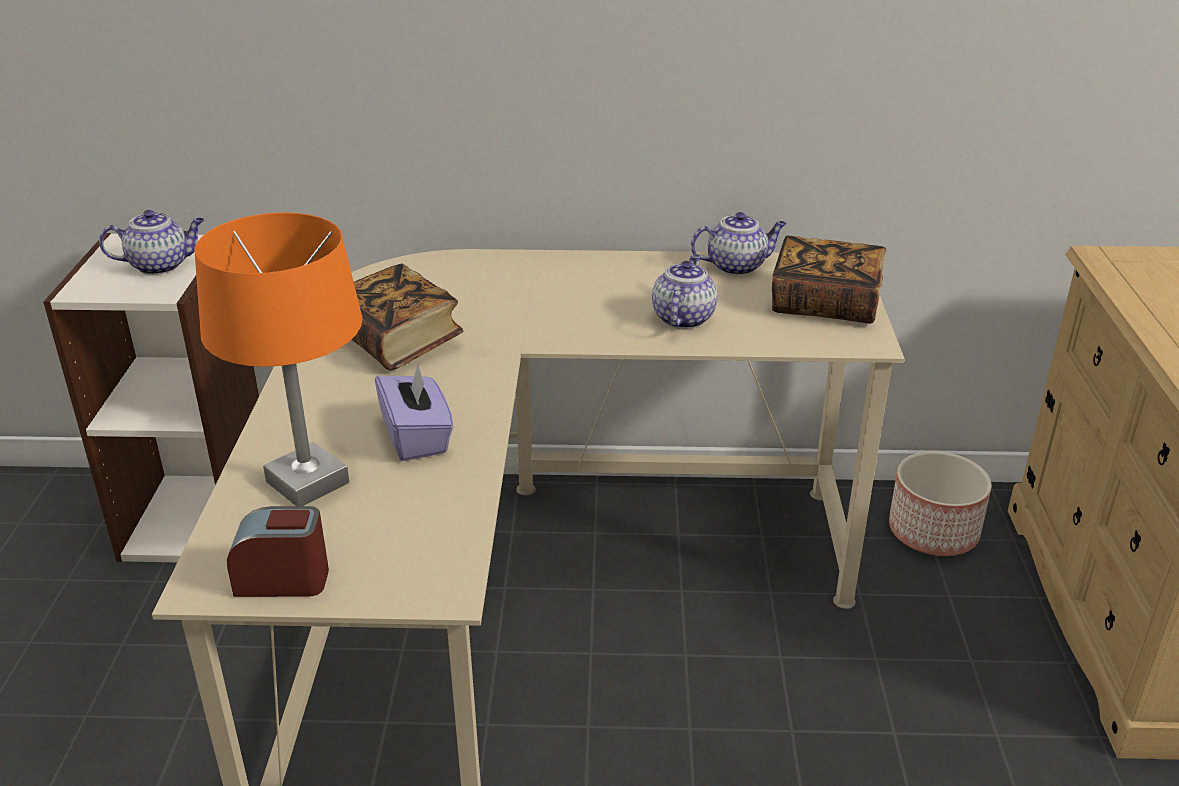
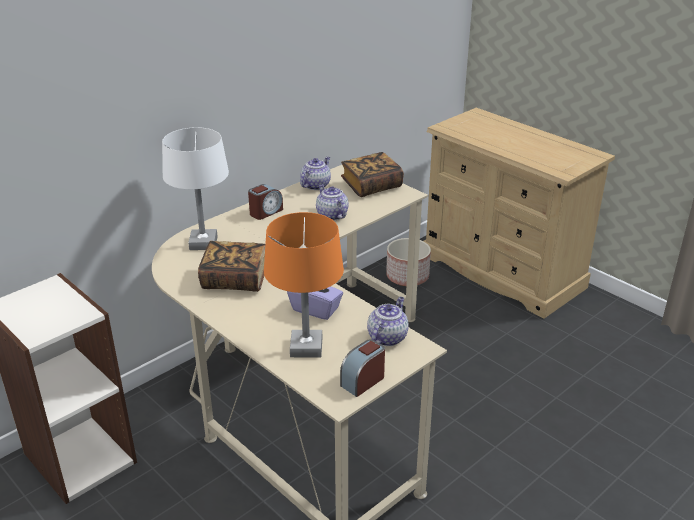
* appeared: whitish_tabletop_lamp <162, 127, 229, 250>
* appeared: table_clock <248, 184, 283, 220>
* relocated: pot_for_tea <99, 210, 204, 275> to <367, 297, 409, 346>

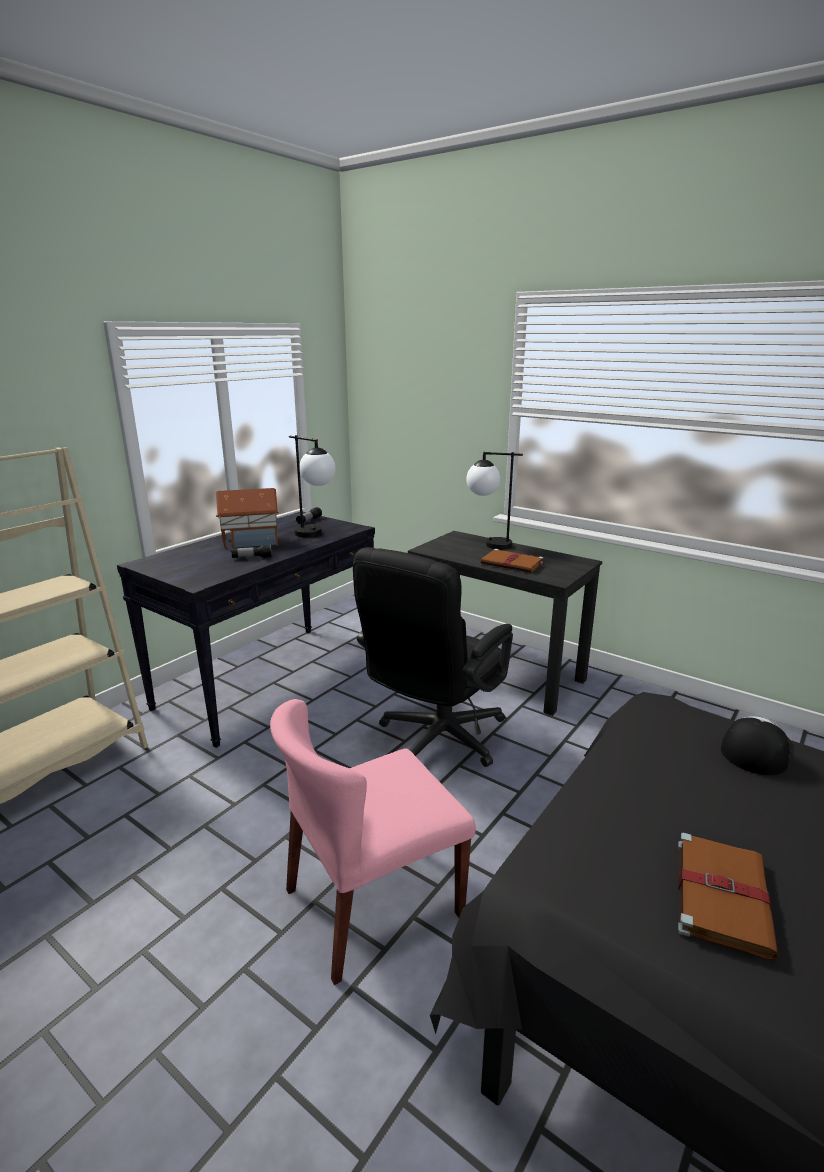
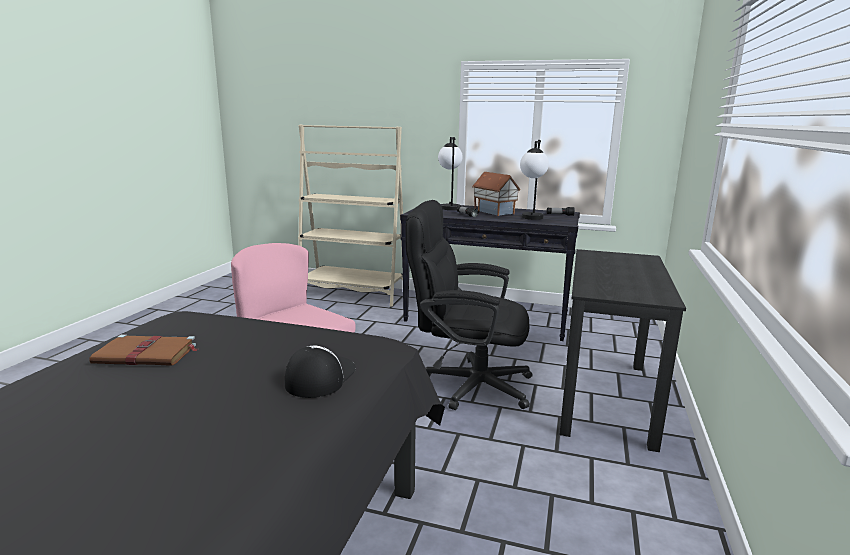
* missing: brownish_bound_book <481, 549, 544, 573>
* relocated: tabletop_lamp <466, 452, 523, 550> to <438, 137, 463, 210>
* spun: baseball_cap <721, 716, 792, 775> = <285, 346, 356, 398> 90 degrees counterclockwise

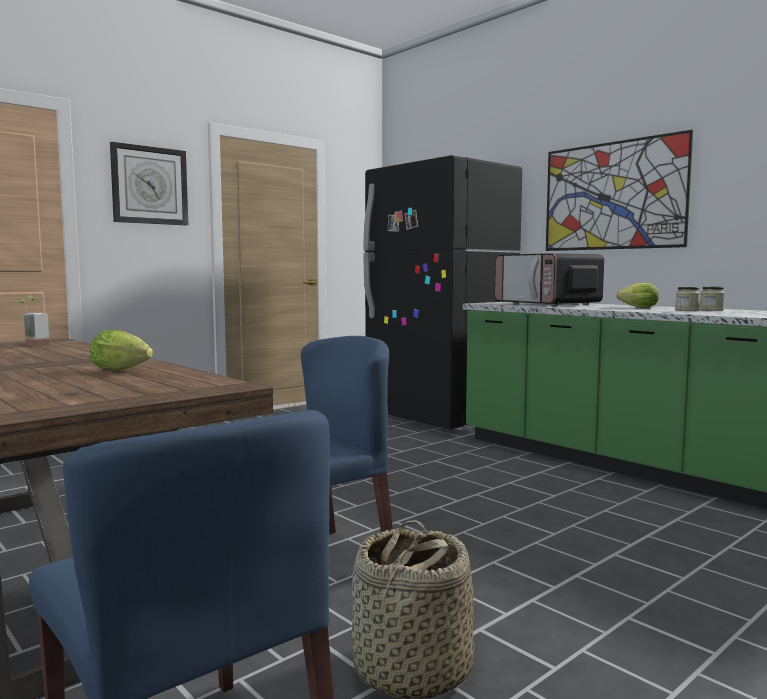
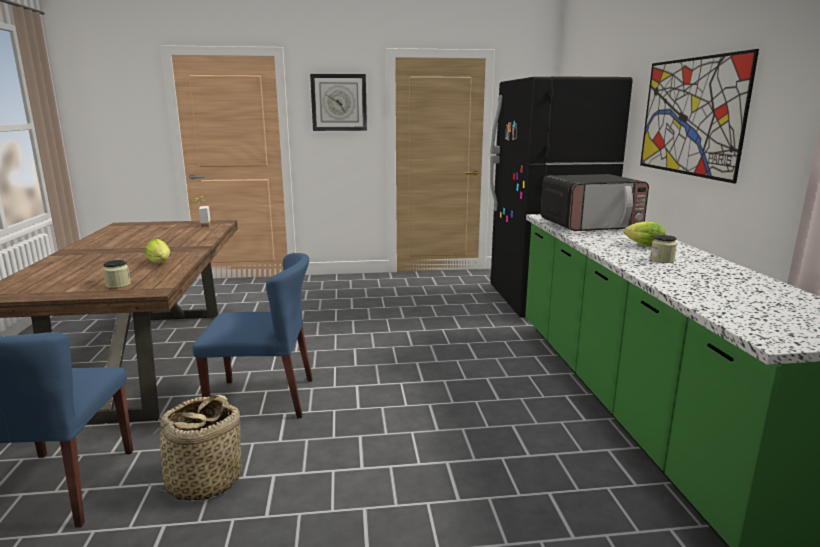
* relocated: jar <700, 287, 725, 311> to <103, 260, 131, 288>
* spun: microwave <494, 253, 604, 306> = <541, 174, 649, 231> 105 degrees counterclockwise

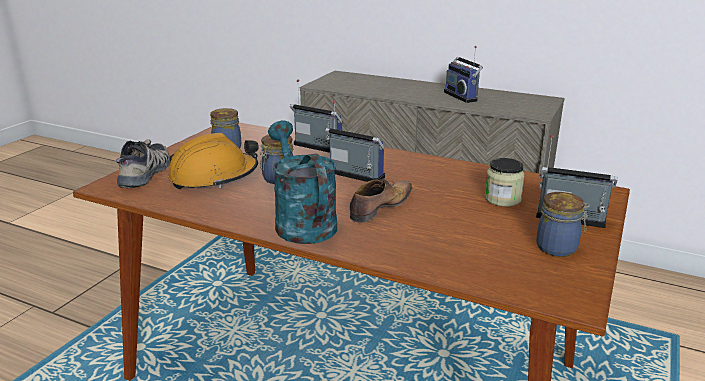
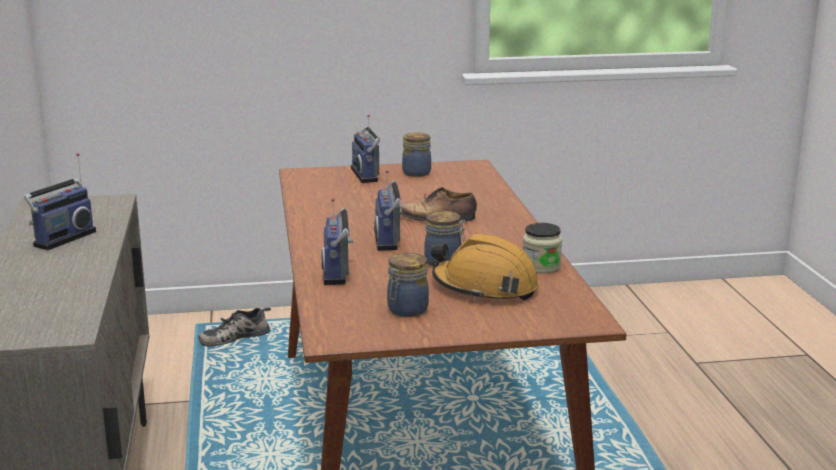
* missing: turquoise-coloured_sprinkling_can <268, 121, 337, 244>
* relocated: shoe <116, 139, 170, 188> to <198, 307, 271, 347>
* relocated: jar <484, 158, 525, 207> to <523, 223, 562, 274>

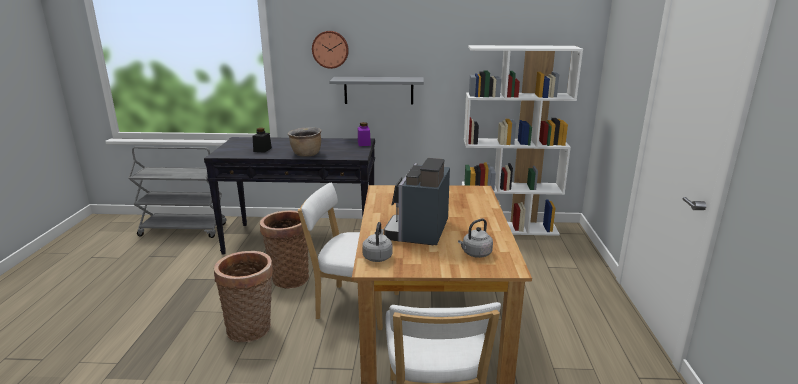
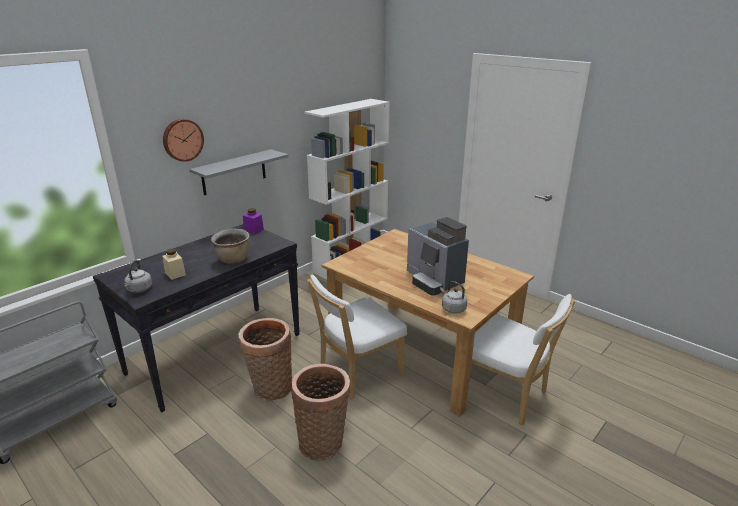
* relocated: grey_tea_kettle <458, 219, 493, 258> to <124, 260, 152, 293>
* colour: black_jar <252, 128, 272, 153> to beige_jar <162, 249, 186, 280>

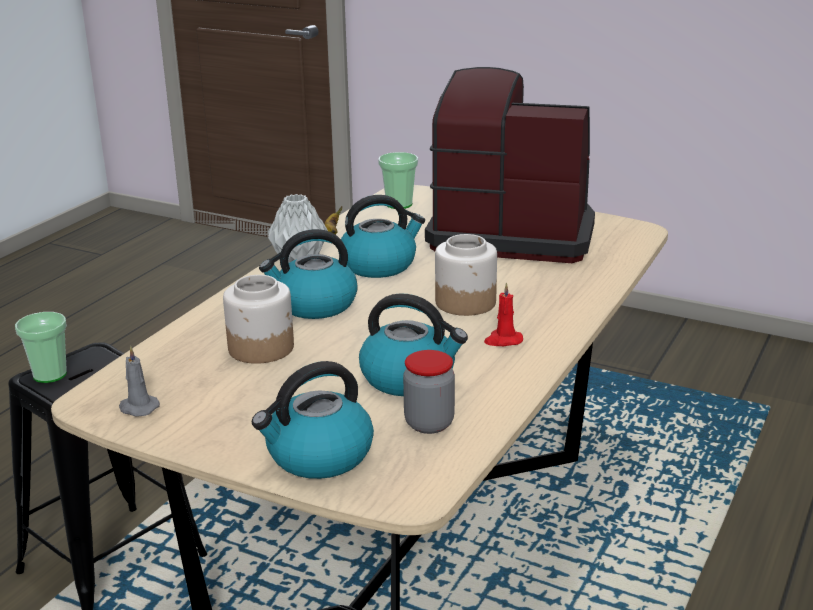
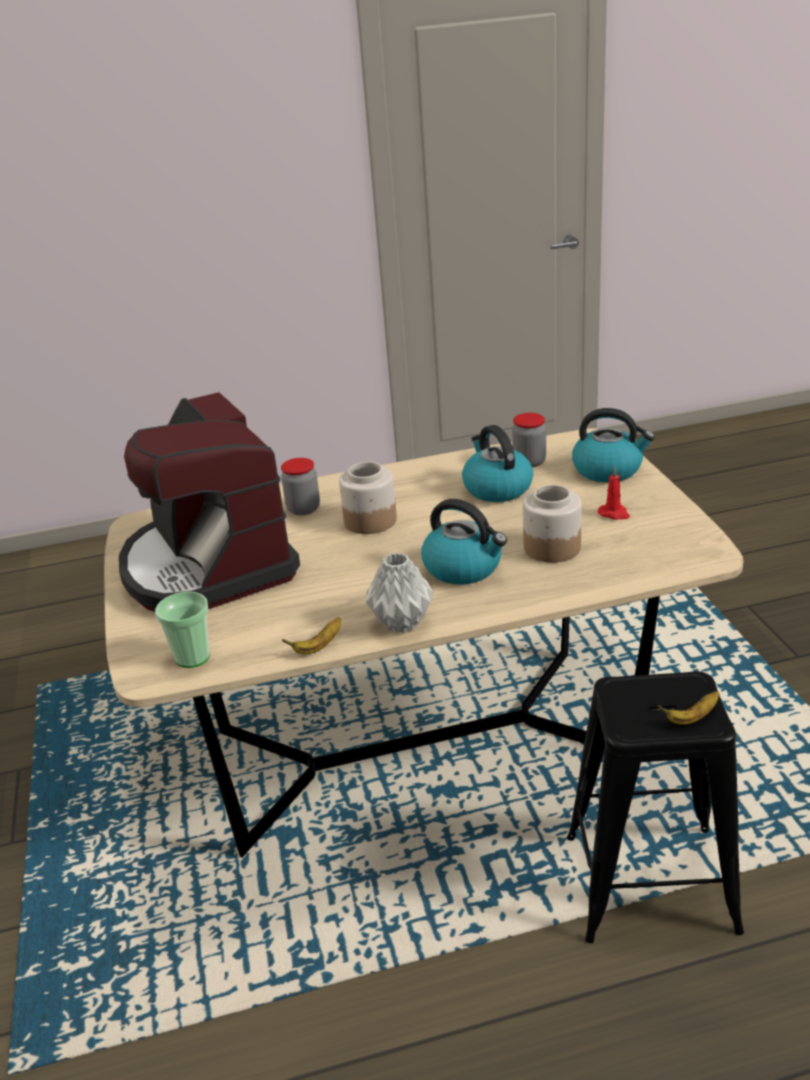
* missing: grey_candle <119, 346, 160, 417>
* missing: tea_kettle <338, 195, 425, 278>
* appeared: jar <281, 458, 320, 515>
* relocated: reddish_candle <484, 283, 523, 346> to <598, 467, 630, 520>
* exchanged: small_cup <15, 312, 67, 383> to banana_fruit <657, 691, 719, 725>

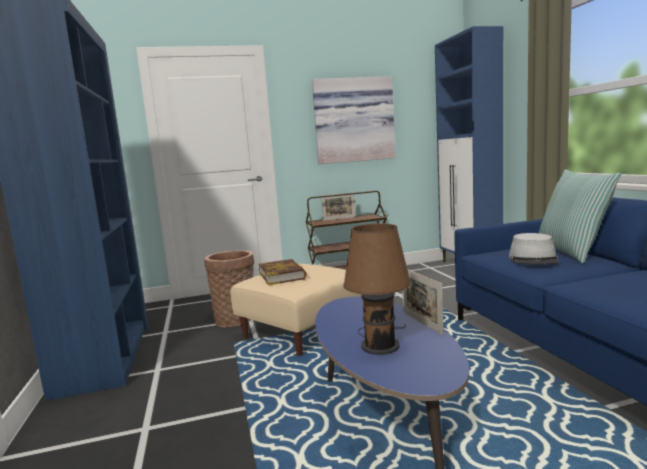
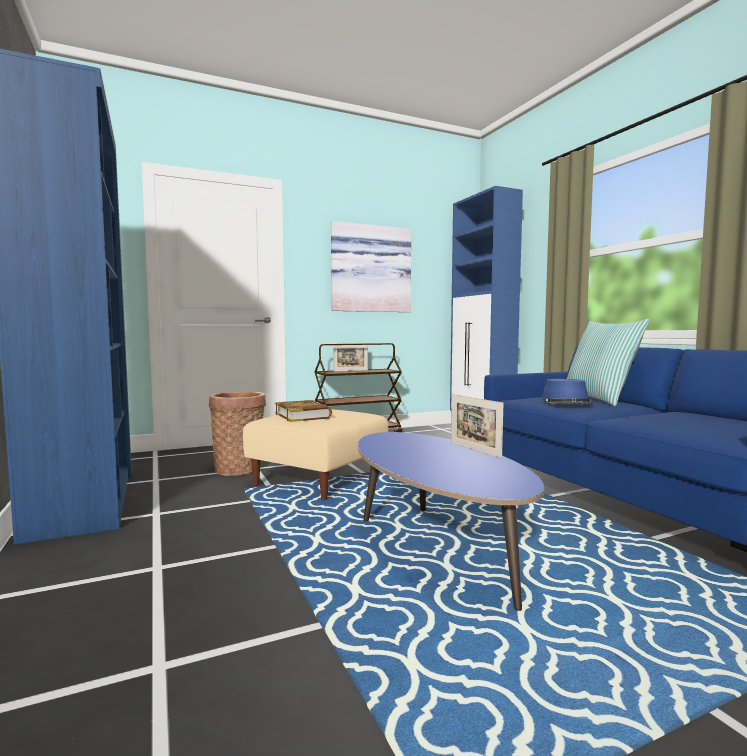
* missing: brownish_tabletop_lamp <343, 224, 411, 355>
* colour: grey_hat <509, 233, 559, 264> to blue-coloured_hat <542, 379, 593, 405>

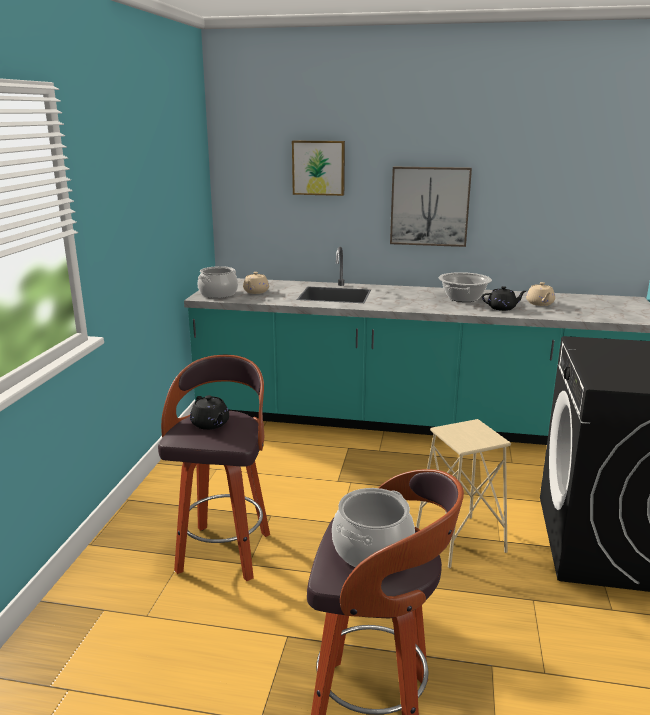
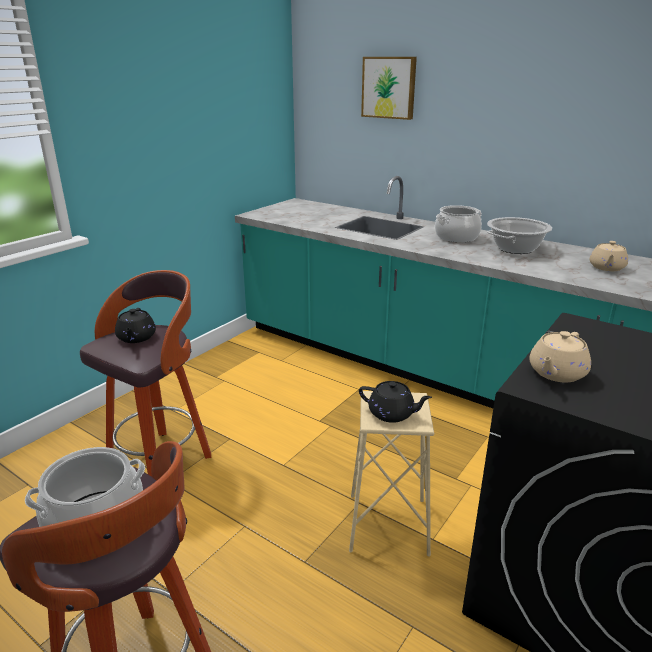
* missing: wall_art <390, 167, 472, 247>
* relocated: stockpot <198, 266, 238, 298> to <435, 205, 482, 242>
* relocated: beige_pot_for_tea <243, 272, 269, 294> to <529, 331, 591, 382>
* relocated: black_pot_for_tea <482, 286, 526, 311> to <359, 381, 432, 423>

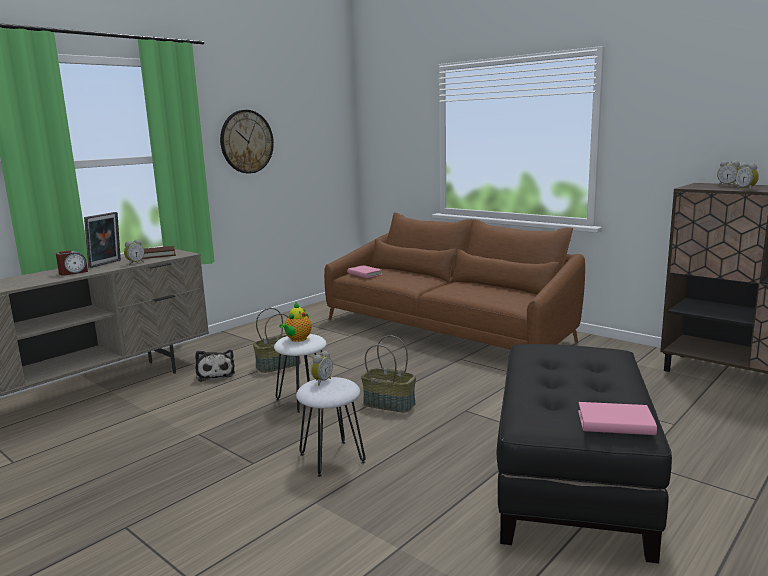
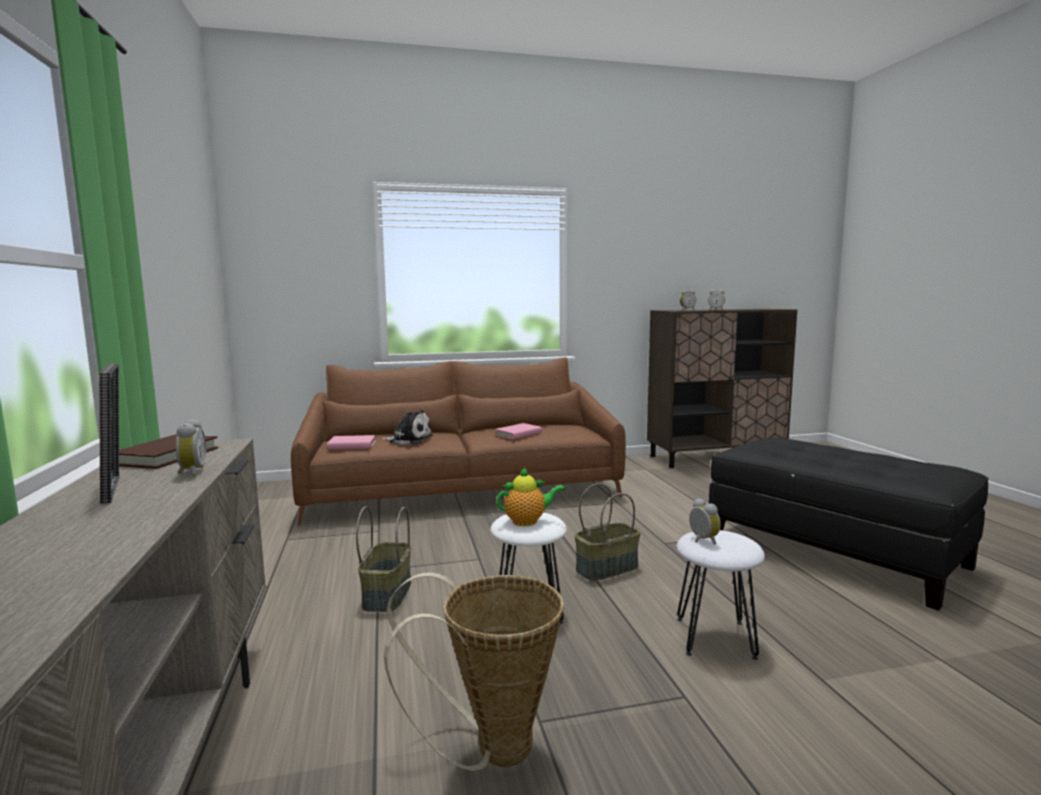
* missing: table_clock <56, 250, 88, 276>
* missing: hanging_clock <220, 110, 274, 173>
* appeared: basket <384, 572, 564, 771>
* relocated: plush_toy <195, 350, 235, 382> to <381, 410, 433, 445>
* relocated: pinkish_bound_book <578, 402, 657, 435> to <495, 423, 542, 439>
* spun: pot_for_tea <279, 303, 312, 342> = <497, 467, 565, 526> 75 degrees counterclockwise

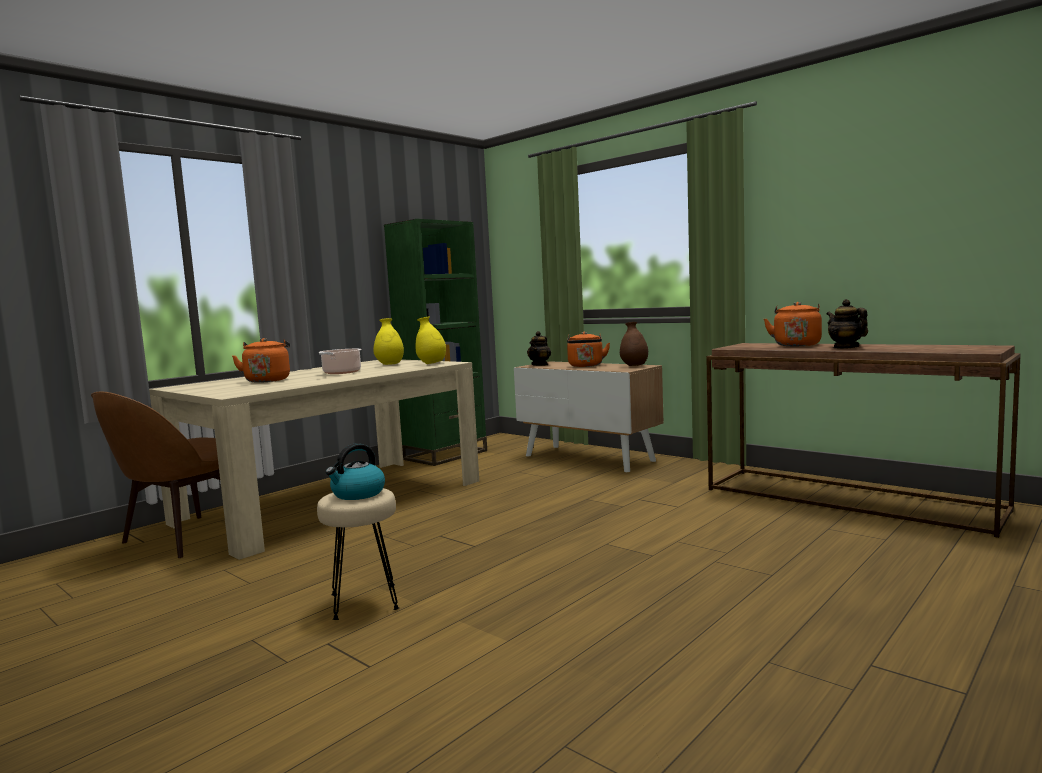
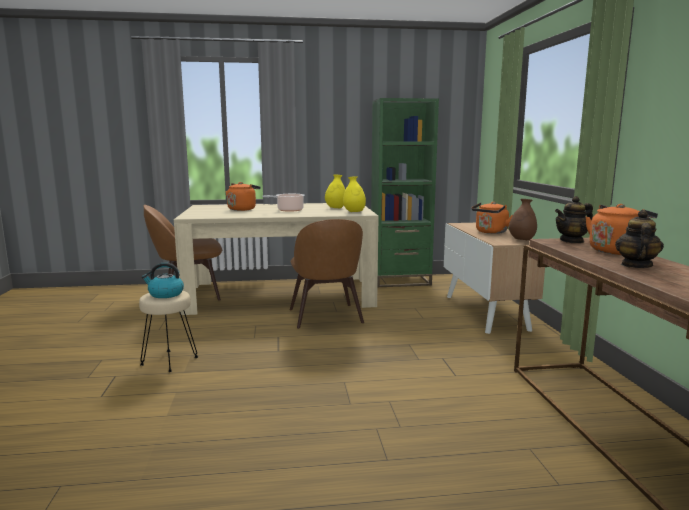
* appeared: brownish_chair <290, 219, 364, 329>
* relocated: pot_for_tea <527, 331, 551, 366> to <555, 196, 593, 243>

